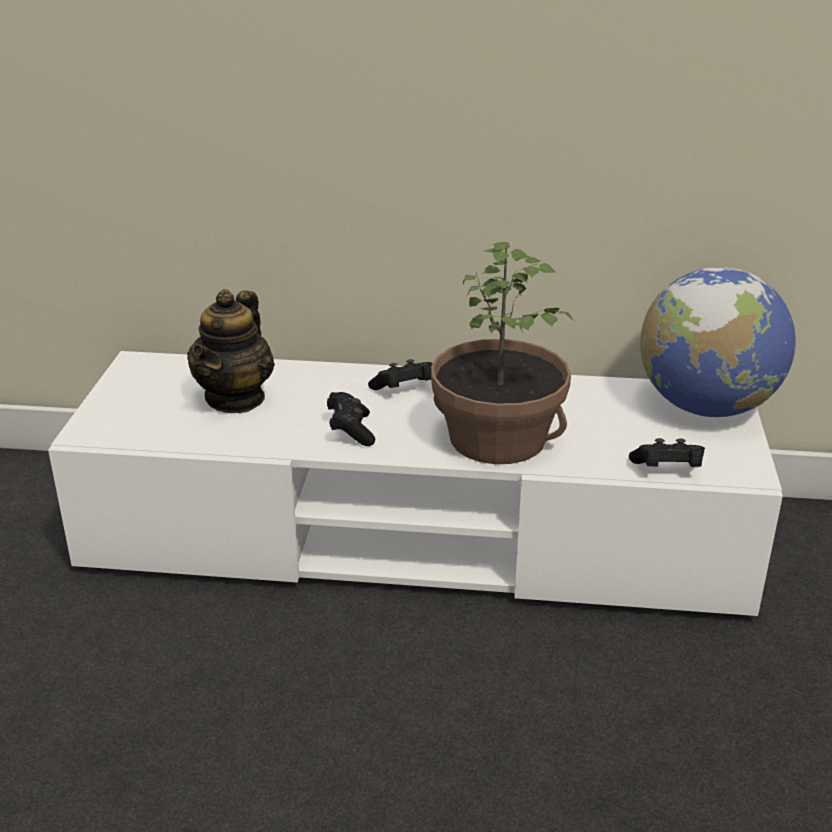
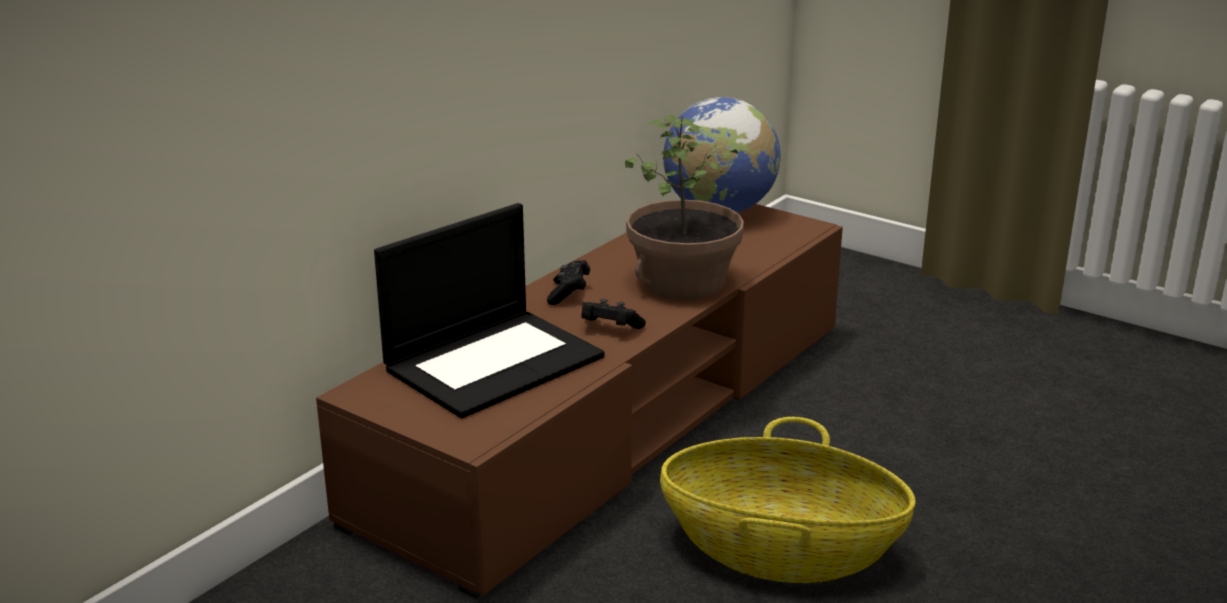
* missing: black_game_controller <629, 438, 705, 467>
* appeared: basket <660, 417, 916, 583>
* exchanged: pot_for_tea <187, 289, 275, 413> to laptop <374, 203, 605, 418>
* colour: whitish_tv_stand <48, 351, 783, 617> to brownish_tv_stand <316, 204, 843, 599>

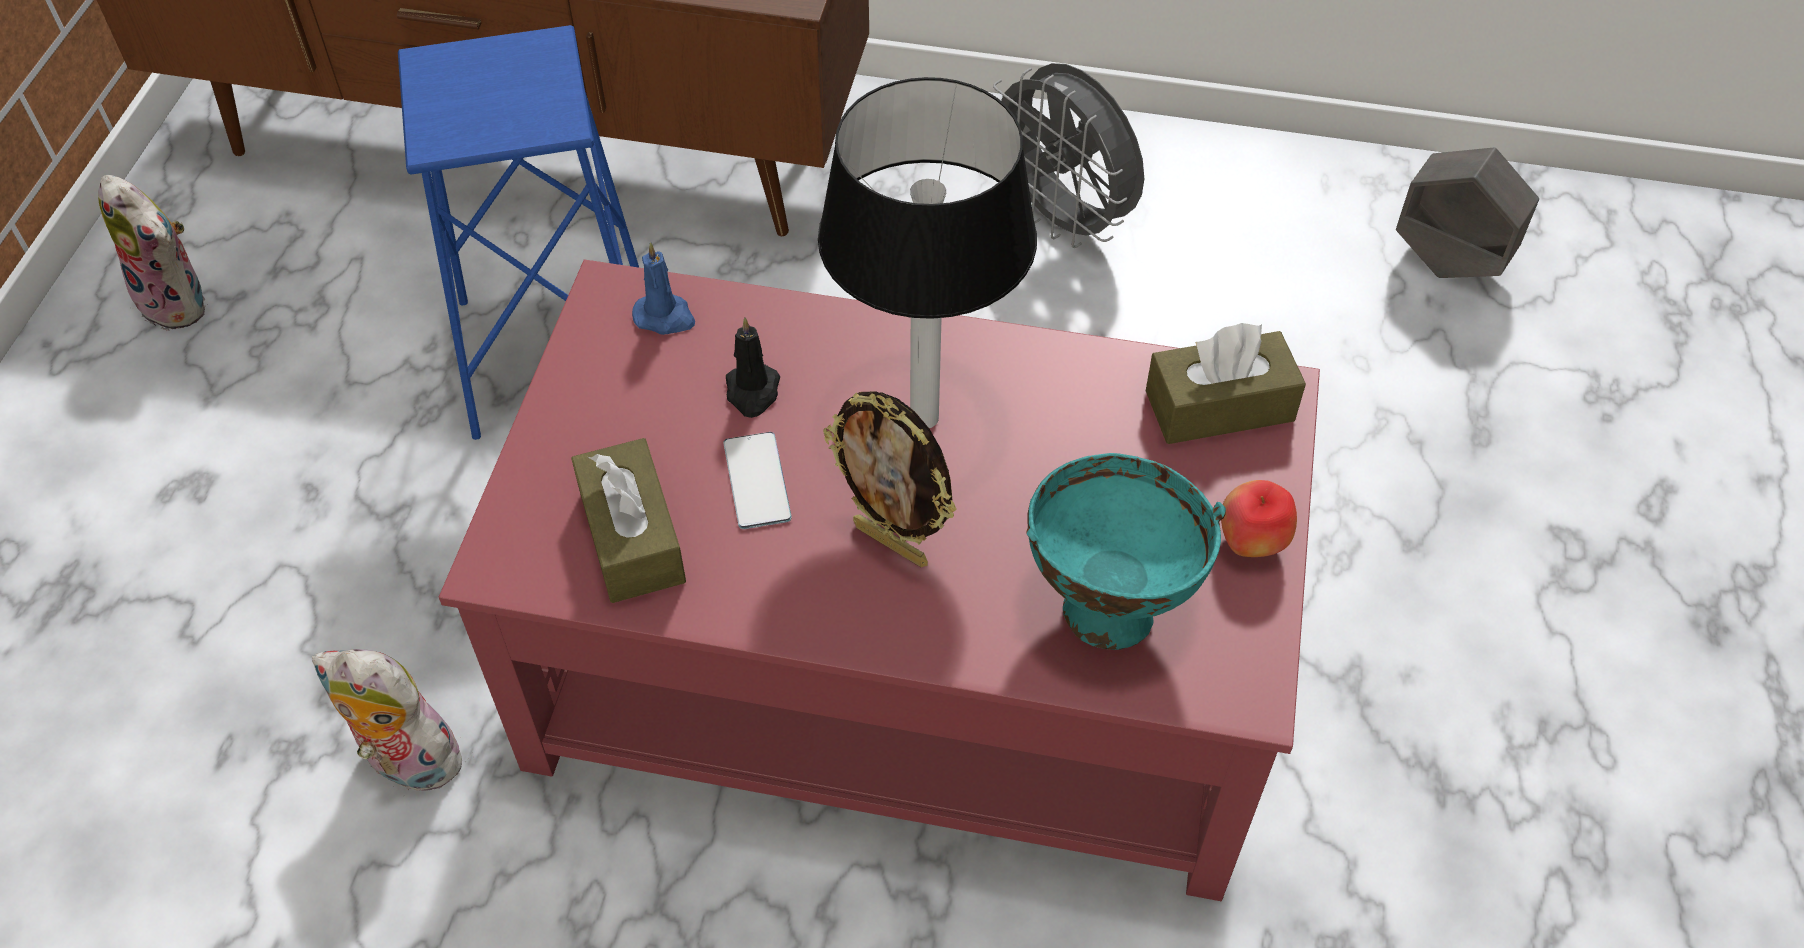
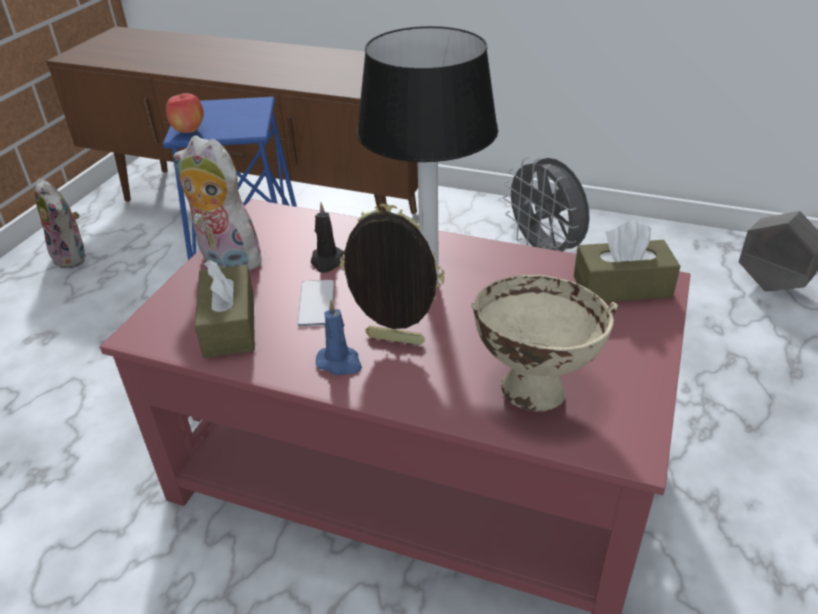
* relocated: plush_toy <312, 649, 474, 797> to <173, 135, 264, 271>
* relocated: blue-coloured_candle <632, 242, 695, 335> to <316, 300, 362, 375>
* relocated: whole_apple <1221, 480, 1297, 557> to <166, 93, 204, 133>
* colour: turquoise-coloured_deep_dish <1026, 453, 1226, 650> to beige_deep_dish <471, 275, 618, 412>
* spun: photo_frame <823, 391, 956, 567> = <339, 203, 445, 345> 150 degrees clockwise

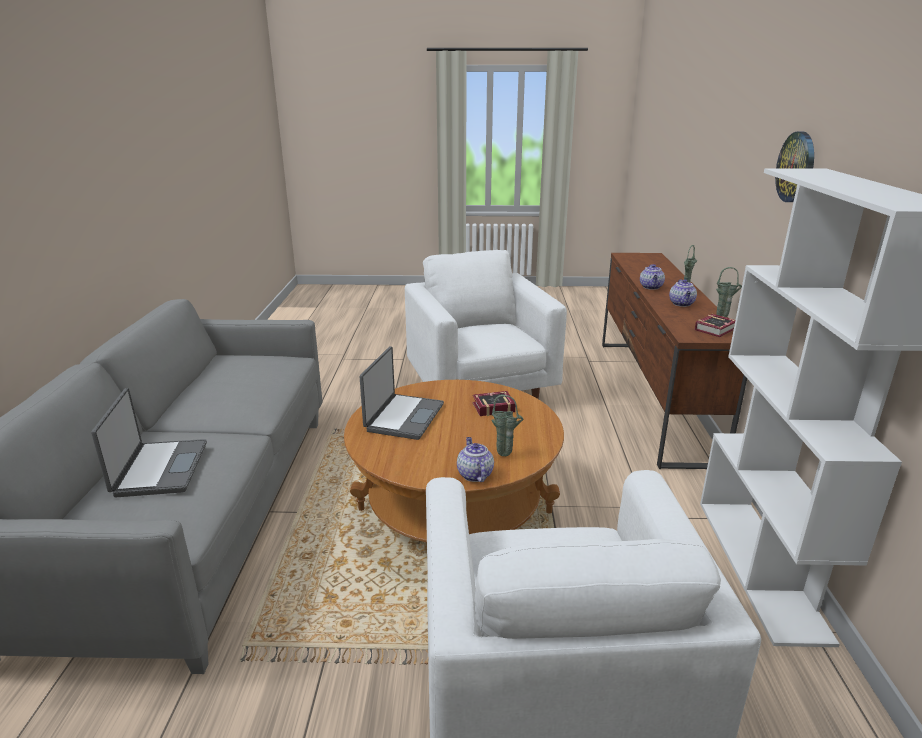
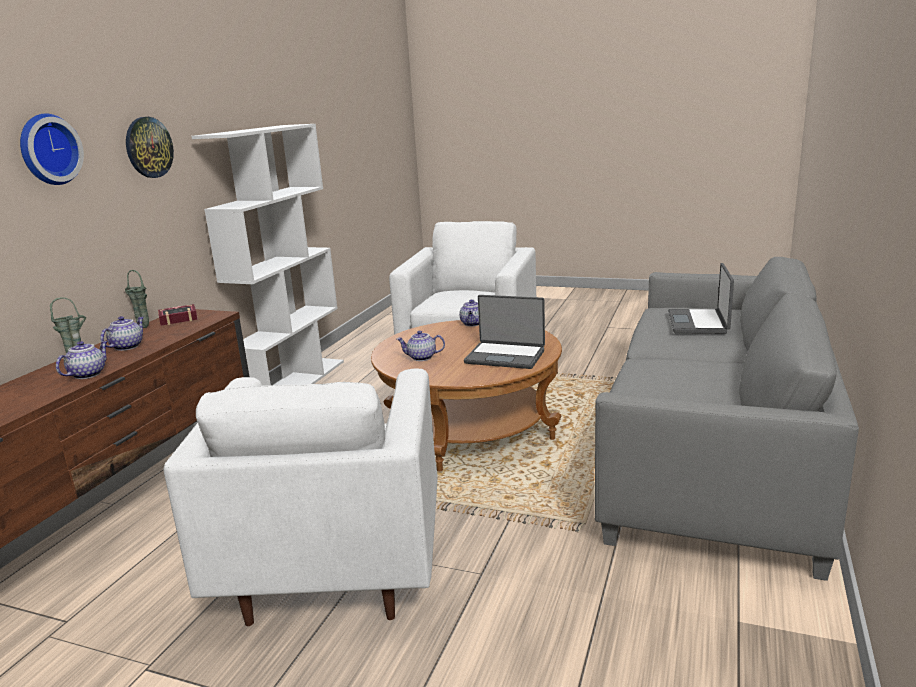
* missing: greenish_decorative_vase <491, 395, 524, 456>
* appeared: hanging_clock <20, 113, 84, 185>
* exchanged: bound_book <473, 391, 516, 416> to pot_for_tea <397, 331, 445, 361>
* spun: laptop <360, 346, 444, 440> = <464, 295, 545, 369> 105 degrees counterclockwise

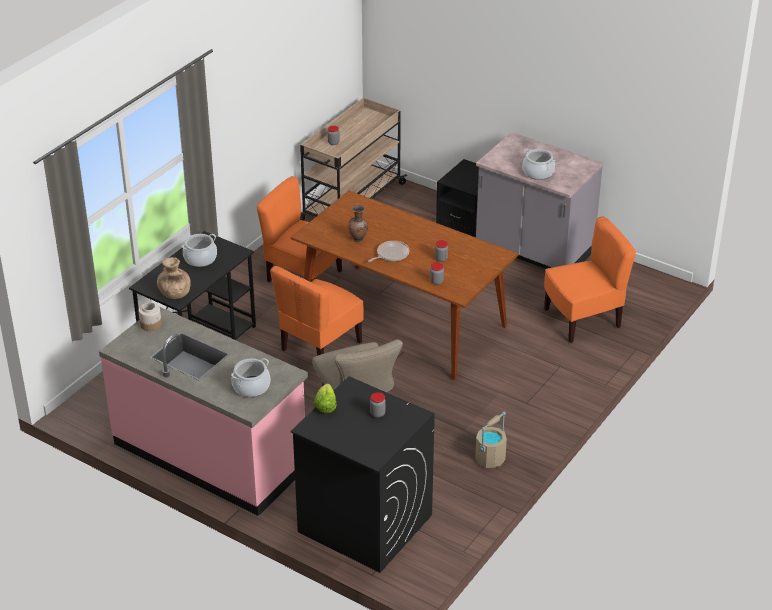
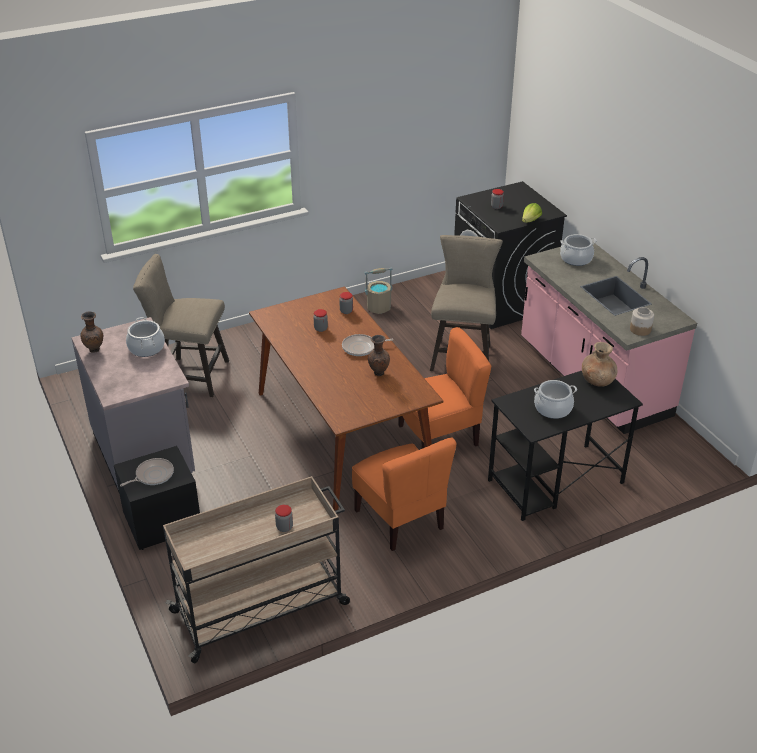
* appeared: brownish_decorative_vase <80, 312, 103, 353>
* appeared: skillet <120, 458, 174, 487>
* exchanged: orange-coloured_chair <544, 217, 636, 343> to beige_stool <133, 254, 229, 397>

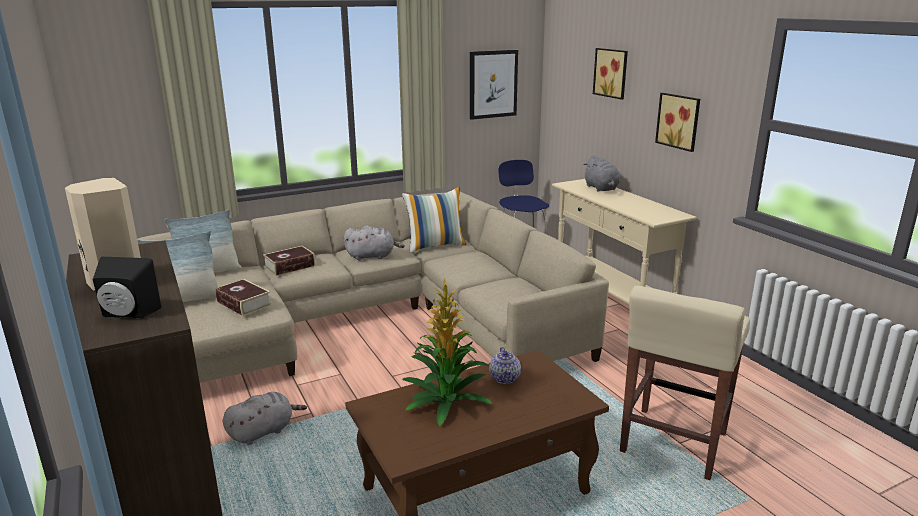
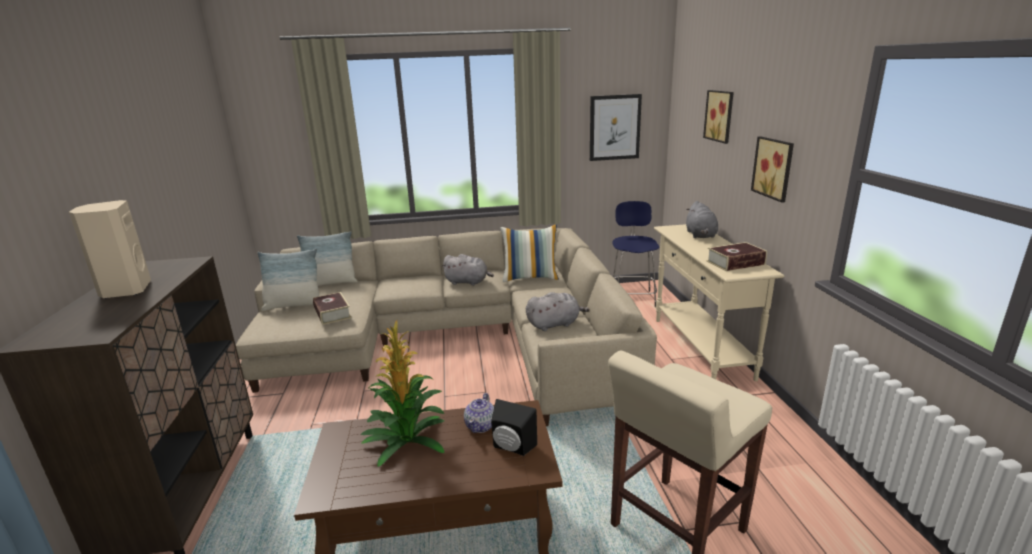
* relocated: black_audio_speaker <93, 257, 161, 319> to <491, 399, 537, 456>
* relocated: grey_plush_toy <222, 392, 307, 445> to <526, 292, 589, 331>
* relocated: bound_book <263, 246, 315, 276> to <707, 242, 767, 271>

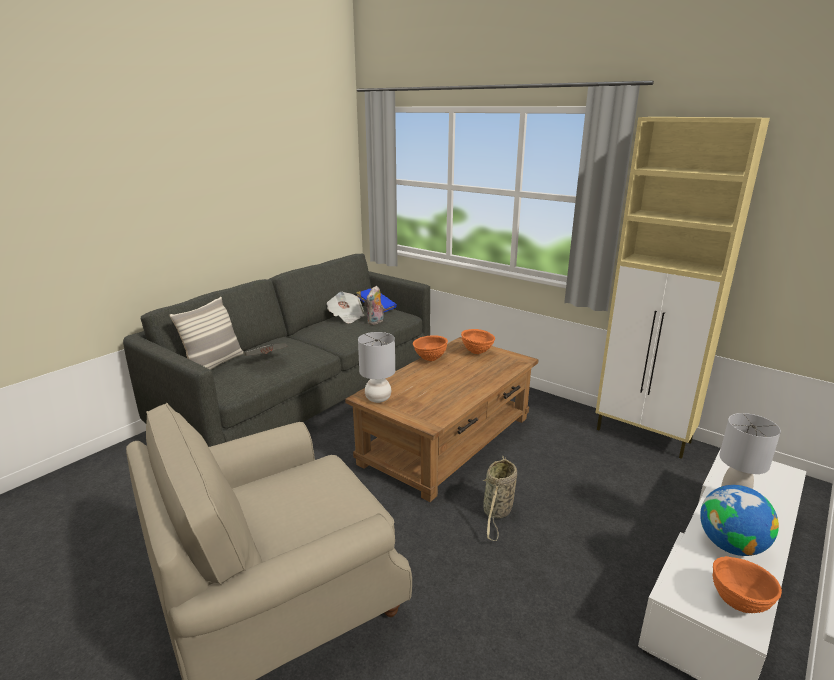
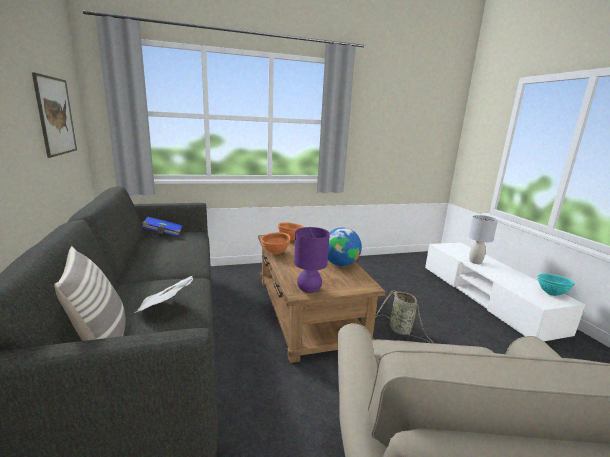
* missing: daily_paper <327, 292, 365, 323>
* missing: plush_toy <367, 285, 384, 325>
* missing: beige_cupboard <595, 117, 770, 459>
* appeared: wall_art <32, 72, 77, 158>
* relocated: desk_globe <700, 485, 779, 556> to <328, 227, 362, 266>
* colour: grey_tabletop_lamp <358, 332, 395, 403> to purple-coloured_tabletop_lamp <294, 227, 330, 293>
* colour: orange-coloured_deep_dish <713, 556, 782, 614> to turquoise-coloured_deep_dish <538, 274, 575, 296>

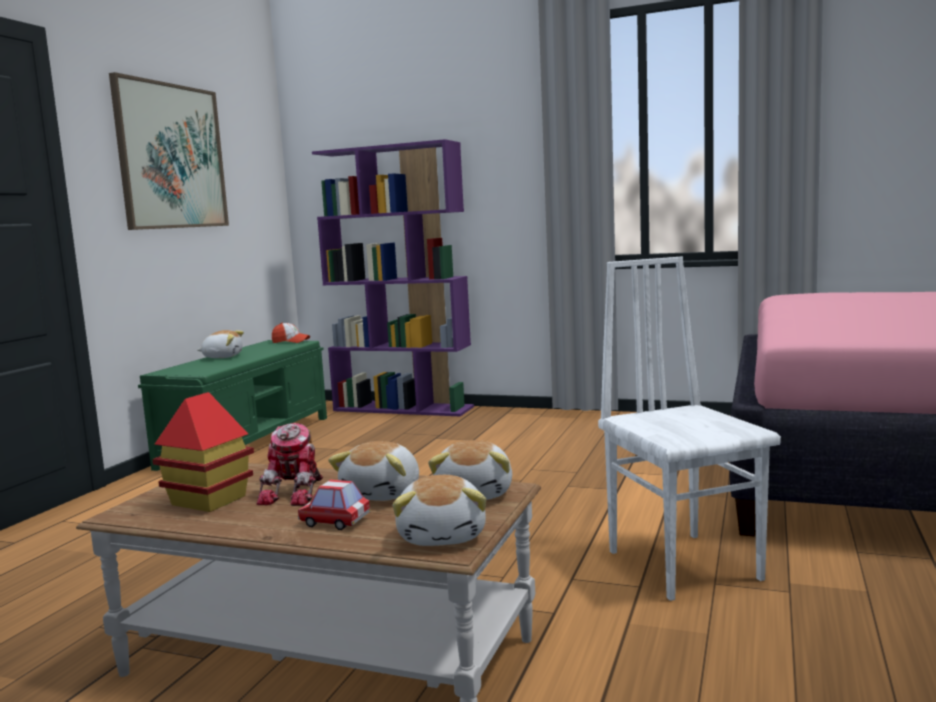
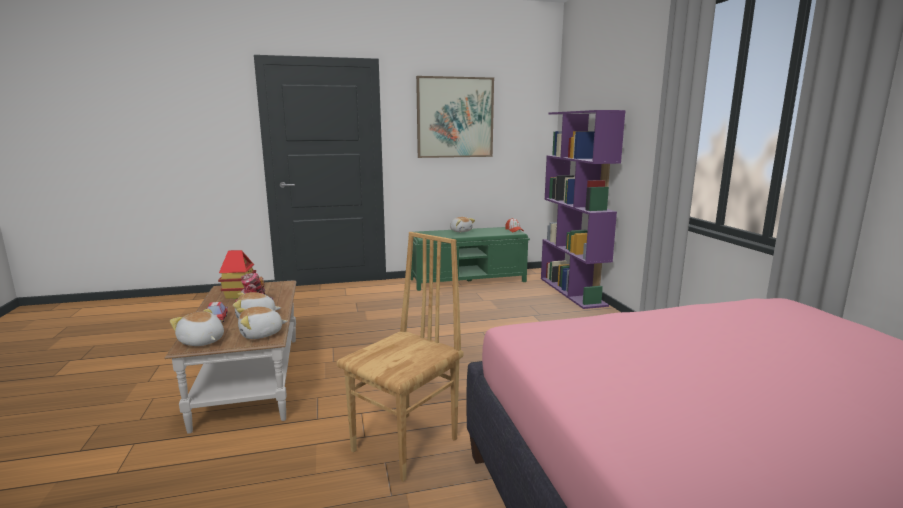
* colour: whitish_chair <598, 257, 781, 601> to brownish_chair <337, 232, 463, 481>
* spun: plush_toy <392, 475, 486, 546> = <170, 309, 224, 346> 75 degrees clockwise

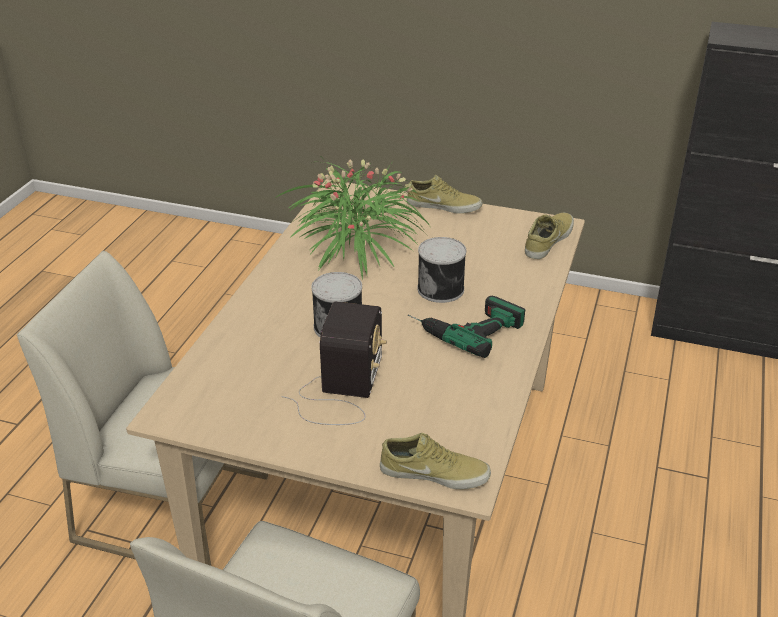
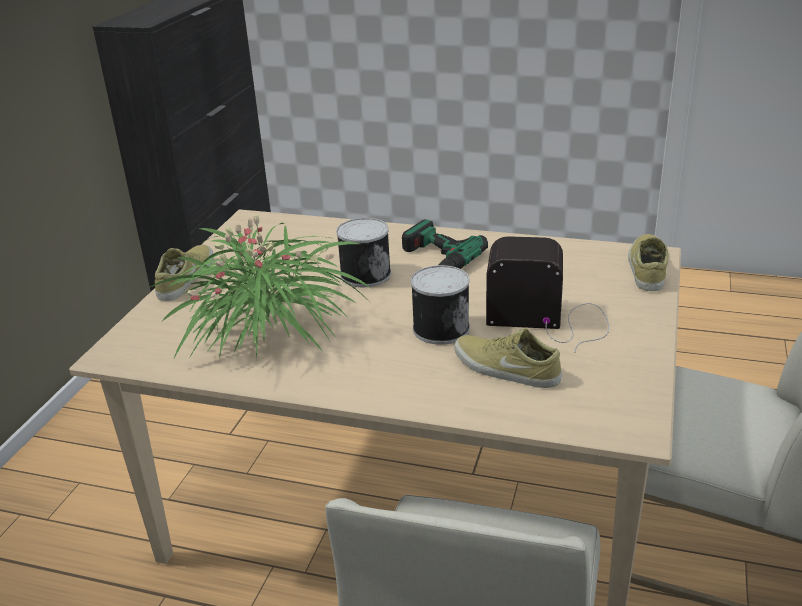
* relocated: beige_shoe <525, 213, 574, 259> to <454, 328, 562, 388>

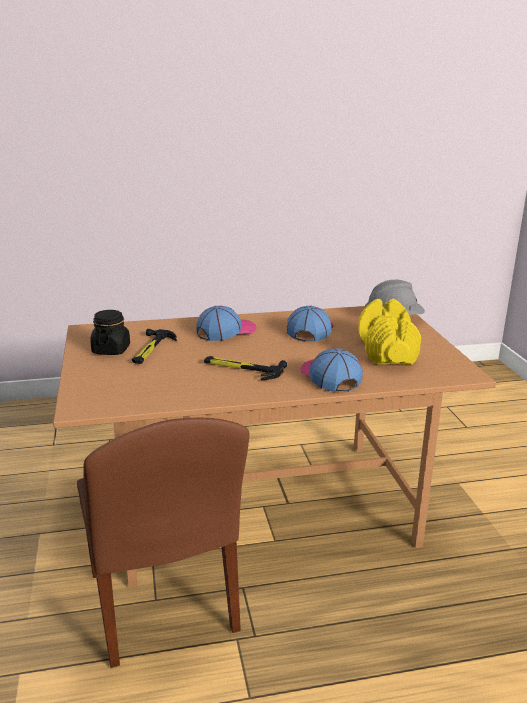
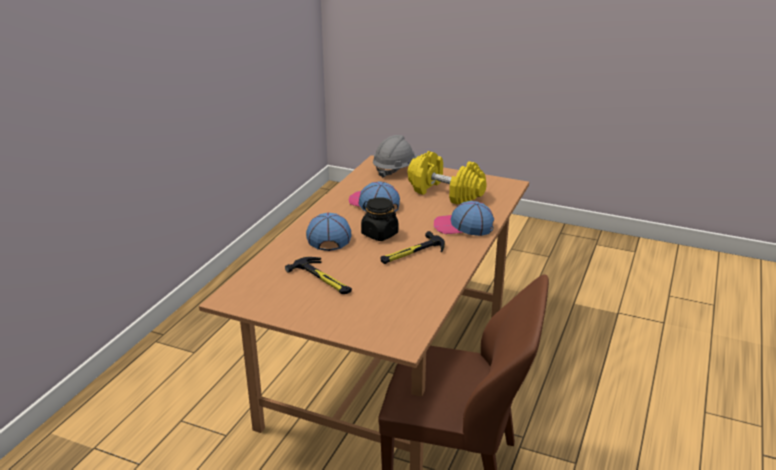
* relocated: black_jar <90, 310, 130, 355> to <361, 197, 398, 241>

